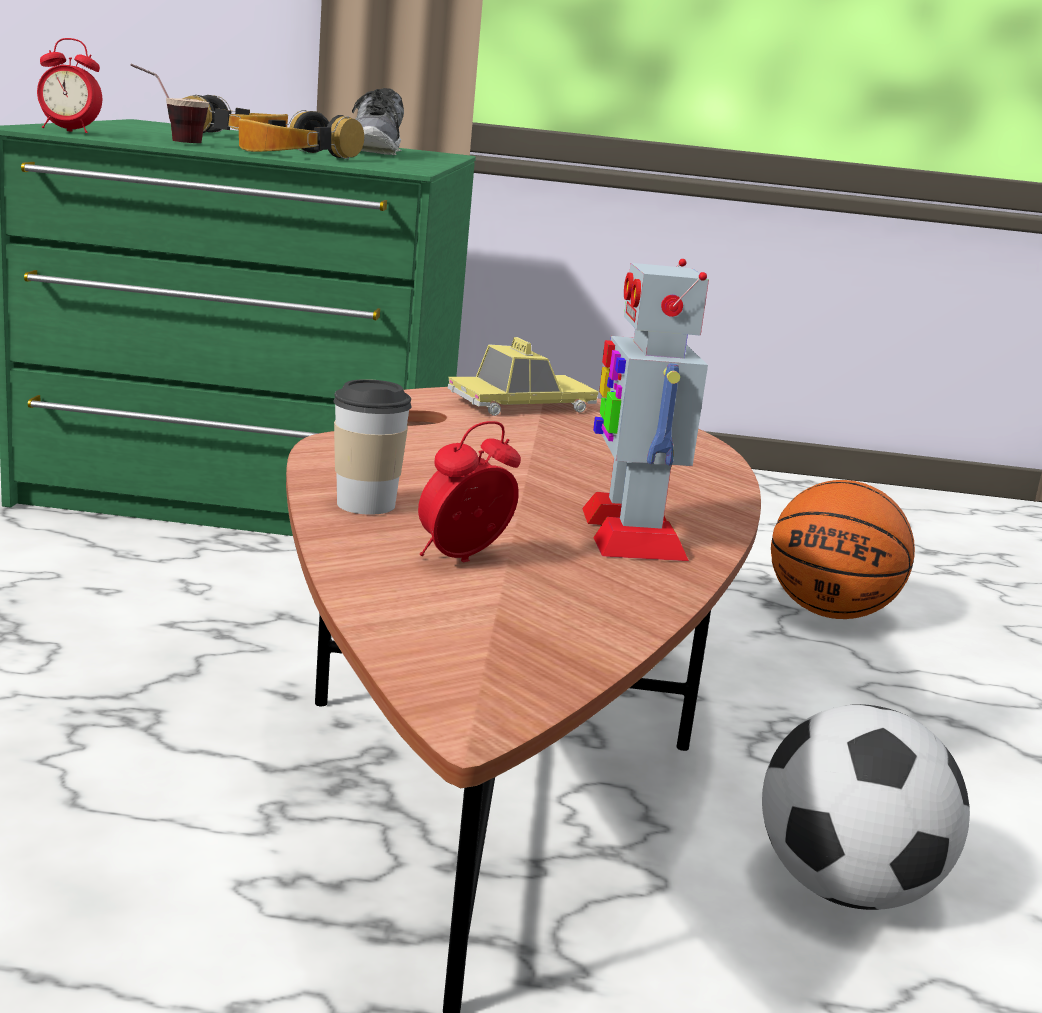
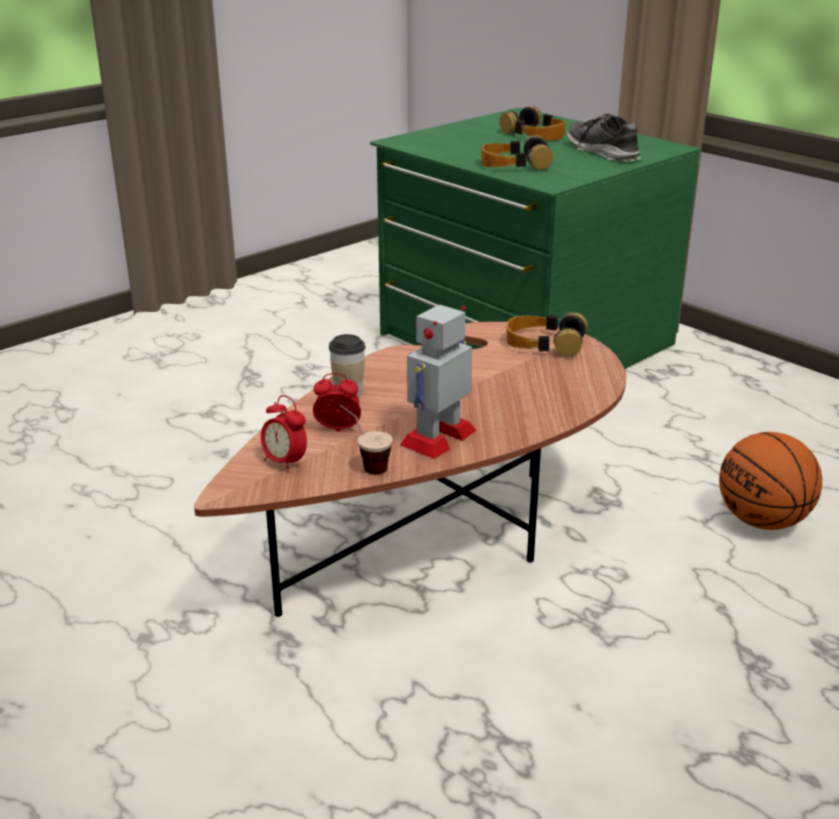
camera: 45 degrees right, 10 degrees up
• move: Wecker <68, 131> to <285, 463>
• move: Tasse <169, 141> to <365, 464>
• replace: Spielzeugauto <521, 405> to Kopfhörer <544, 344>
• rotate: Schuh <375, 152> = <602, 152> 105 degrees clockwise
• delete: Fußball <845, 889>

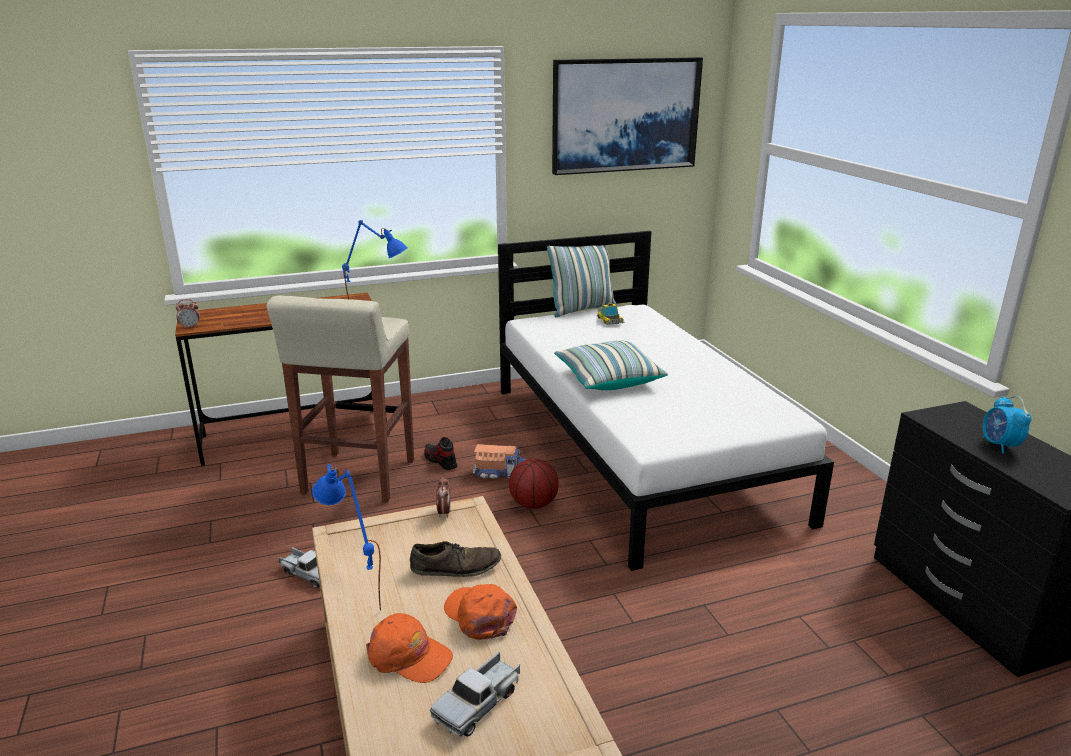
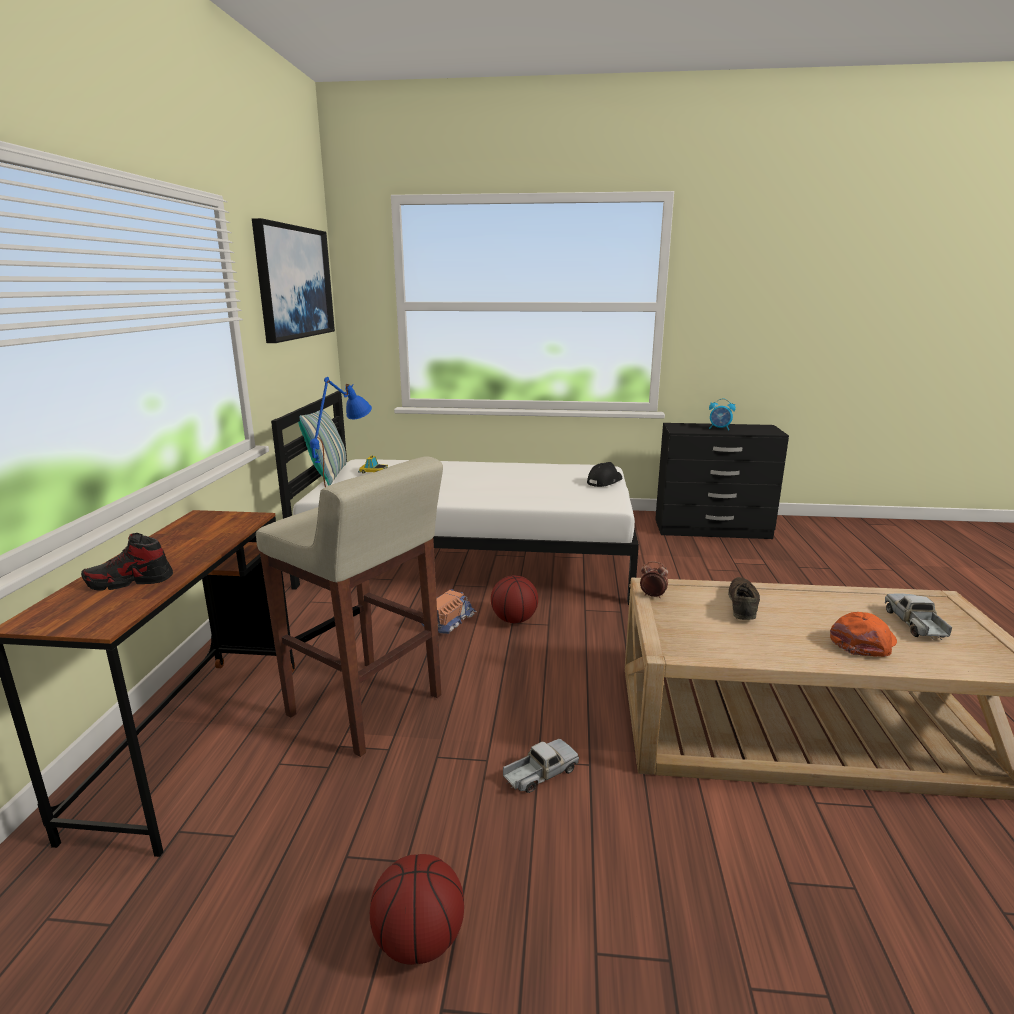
camera: 65 degrees left, 5 degrees down
• move: Schuh <440, 461> to <130, 582>
• insert: Basketball <420, 941>
• insert: Kappe/schwarz <604, 481>
• rotate: Spielzeuglaster <478, 703> = <915, 624> 150 degrees counterclockwise
• delete: Wecker <190, 327>
• delete: Tischlampe/blau <354, 596>
• delete: Kappe/orange <479, 615>
• delete: Kissen <608, 379>

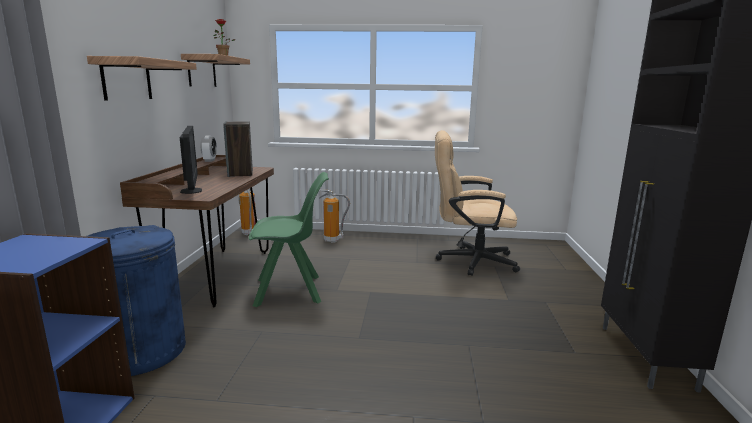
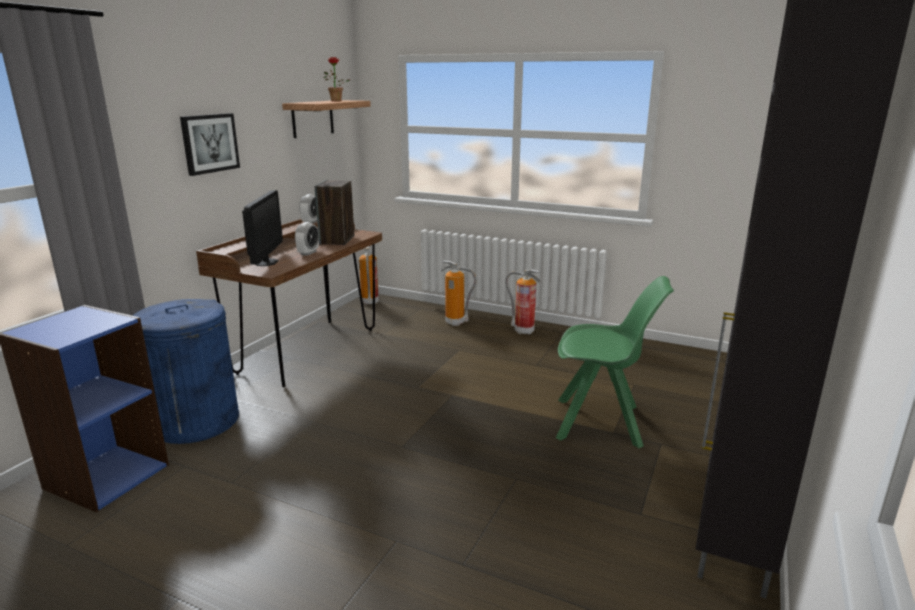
camera: 20 degrees right, 5 degrees up
• replace: Wandregal <127, 79> to Bild <209, 143>
• insert: Wecker <308, 253>
• insert: Feuerlöscher <523, 331>
• move: Stuhl/grün <291, 291> to <601, 423>
• delete: Bürostuhl/beige <469, 261>

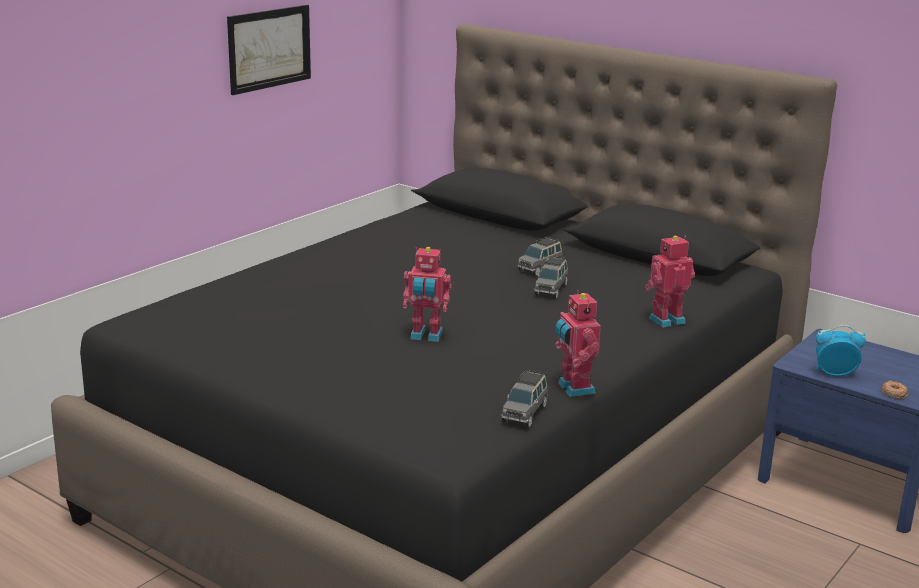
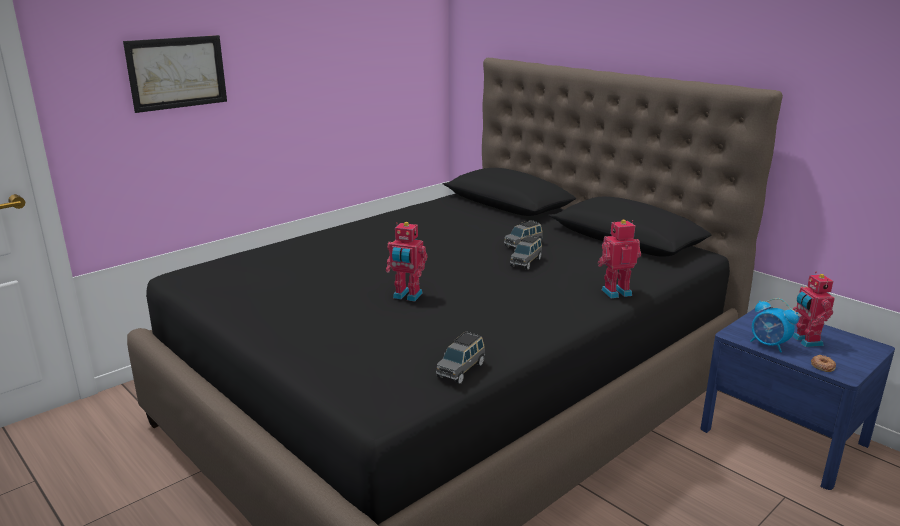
camera: 10 degrees right, 0 degrees up
• move: Bild <269, 48> to <177, 72>
• rotate: Wecker <834, 374> = <769, 345> 150 degrees counterclockwise
• move: Spielzeugroboter <574, 388> to <805, 341>

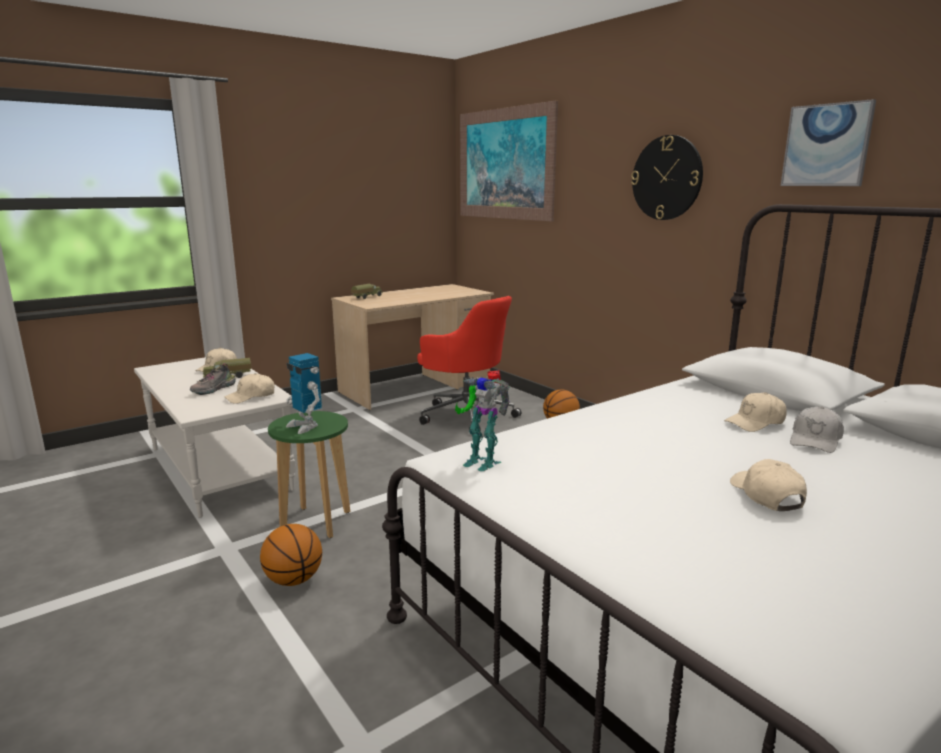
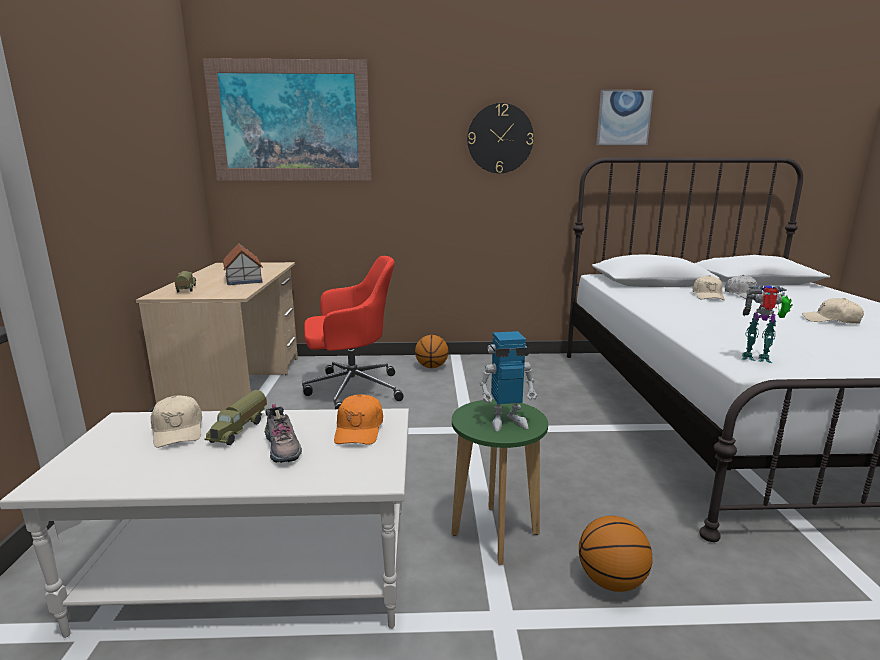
camera: 55 degrees left, 0 degrees up
• insert: Spielzeughaus <243, 279>
• recolor: Kappe/beige <251, 397> to Kappe/orange <359, 430>
• rotate: Spielzeugroboter <482, 461> = <757, 359> 135 degrees counterclockwise

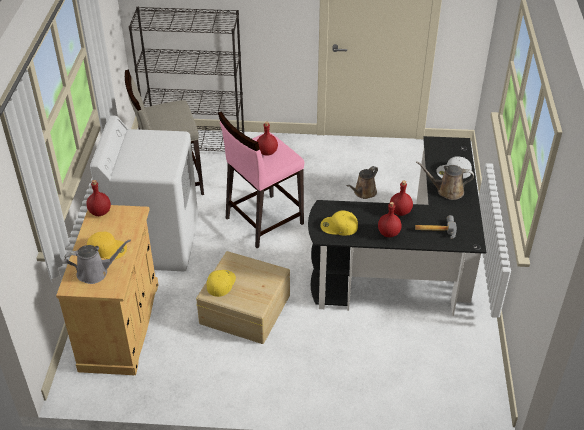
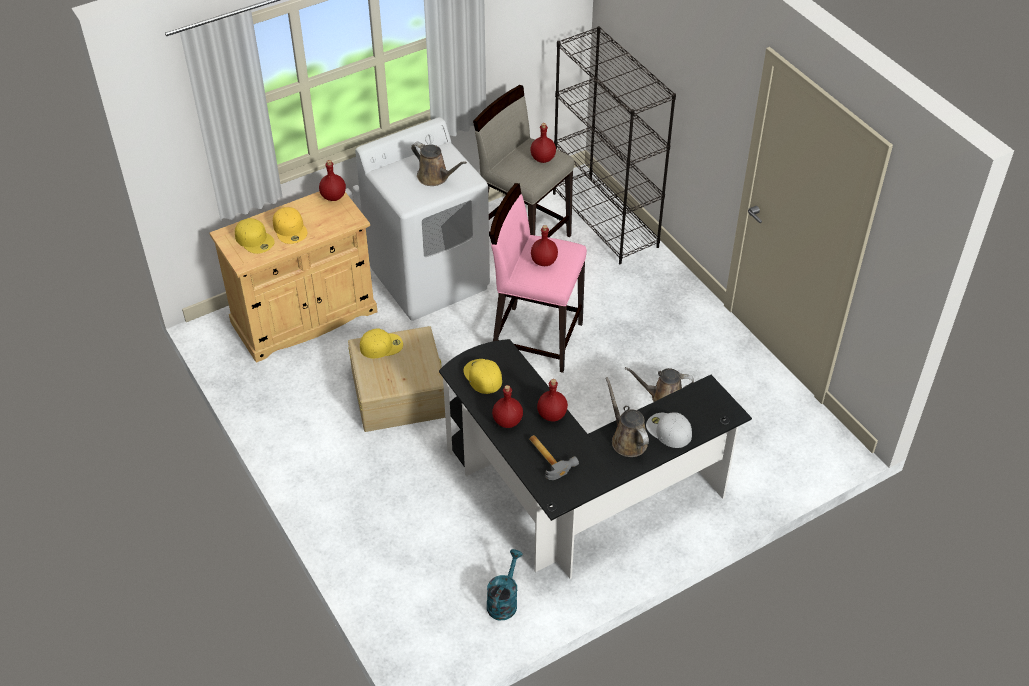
camera: 55 degrees right, 5 degrees up
• replace: Gießkanne/grau <95, 272> to Kappe/gelb <255, 239>
• insert: Gießkanne/braun <435, 177>
• insert: Gießkanne/türkis <504, 600>
• insert: Flasche/rot <543, 159>

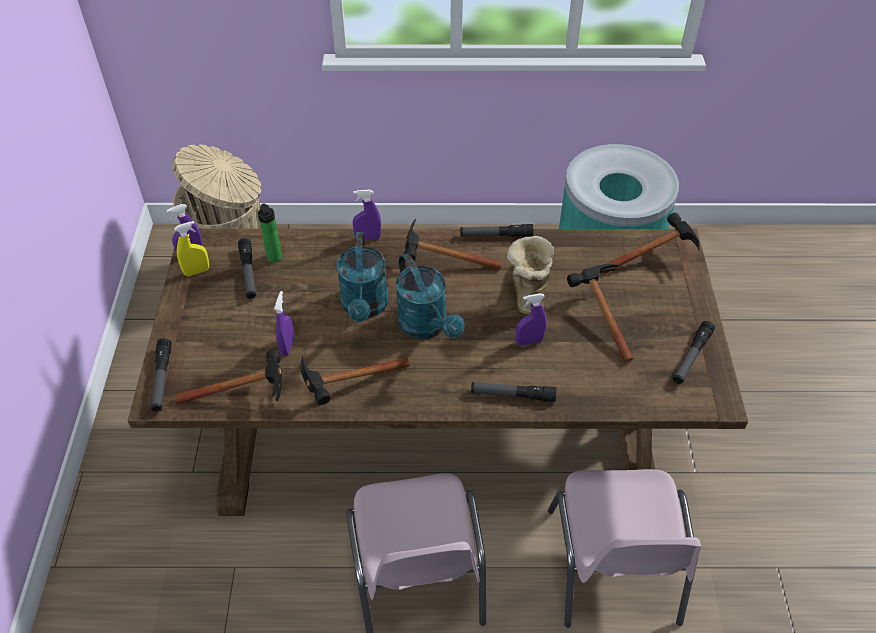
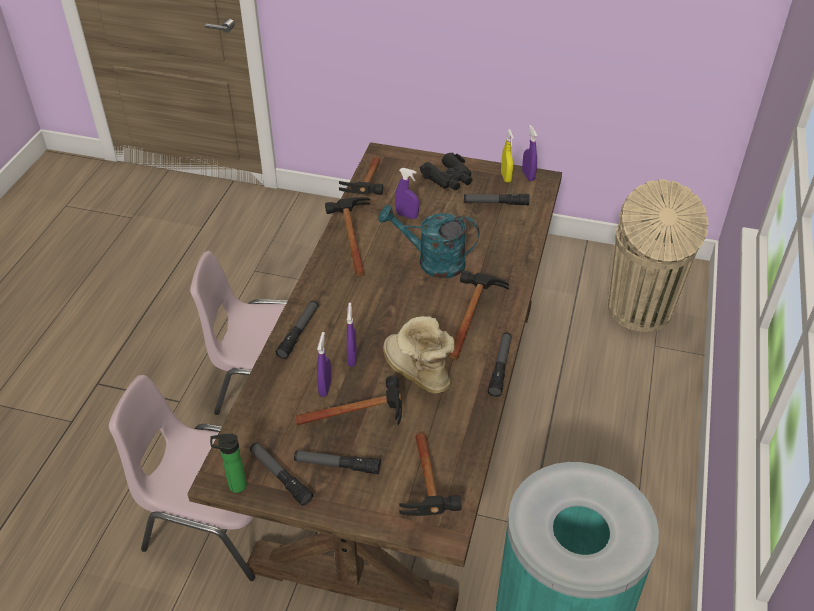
camera: 105 degrees right, 5 degrees down
• move: Flasche <275, 259> to <234, 486>
• move: Taschenlampe <162, 379> to <337, 465>
• move: Sprühflasche/lila <368, 238> to <325, 387>
• rotate: Stiefel <528, 290> = <416, 373> 150 degrees counterclockwise
• insert: Fernglas/schwarz <449, 178>
• delete: Gießkanne/türkis <427, 326>

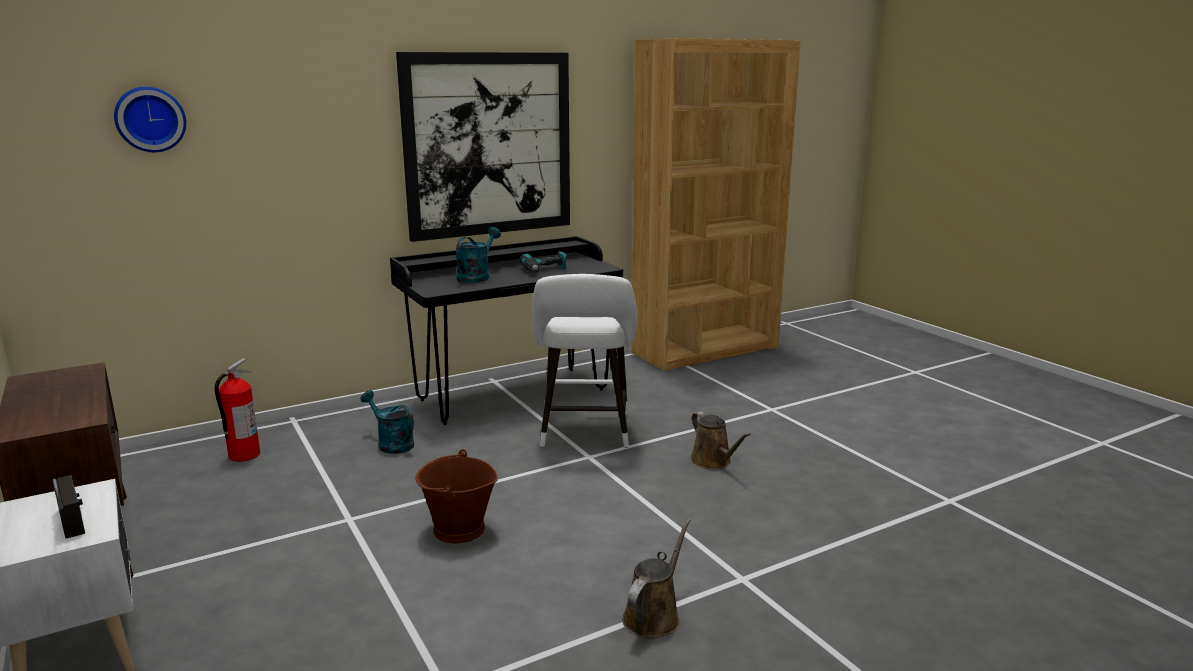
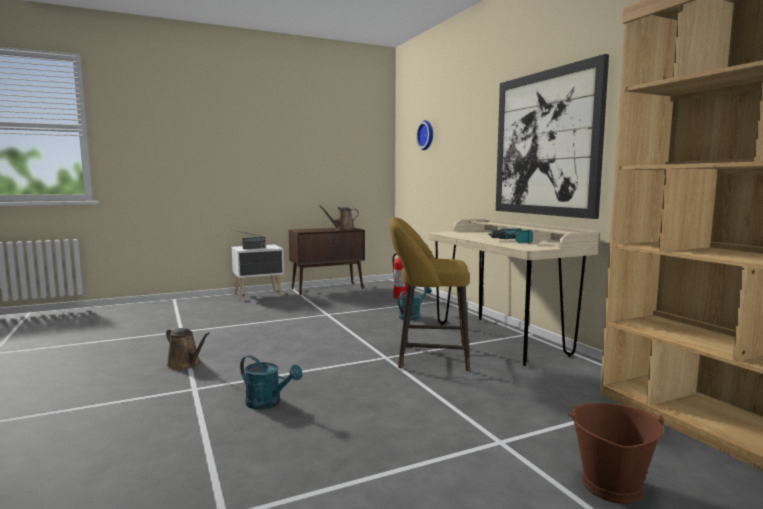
camera: 95 degrees right, 10 degrees down
• move: Gießkanne/türkis <476, 276> to <268, 403>
• move: Gießkanne/braun <713, 461> to <343, 229>
• recolor: Hocker/weiß <585, 433> to Hocker/gelb <428, 357>
• recolor: Schreibtisch/schwarz <512, 394> to Schreibtisch/beige <500, 339>
• move: Eimer/braun <458, 530> to <610, 485>

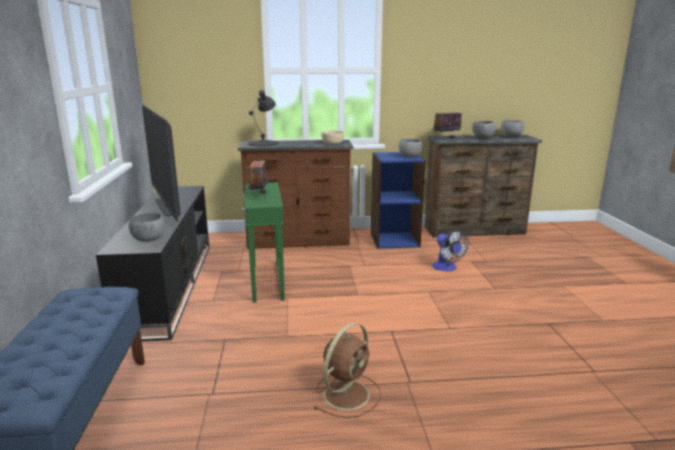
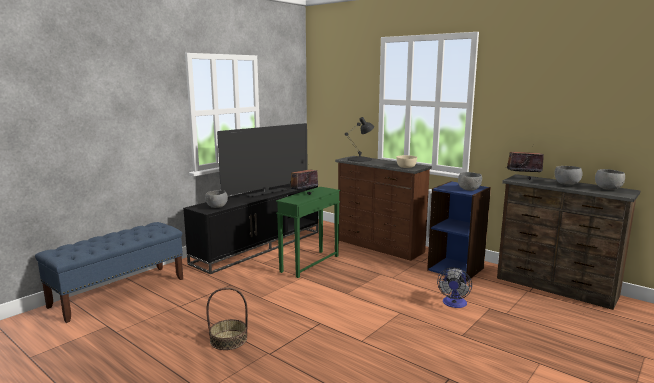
camera: 45 degrees right, 5 degrees down
• replace: Ventilator/braun <347, 393> to Korb <228, 340>
• rotate: Fernseher <166, 207> = <266, 192> 150 degrees counterclockwise

